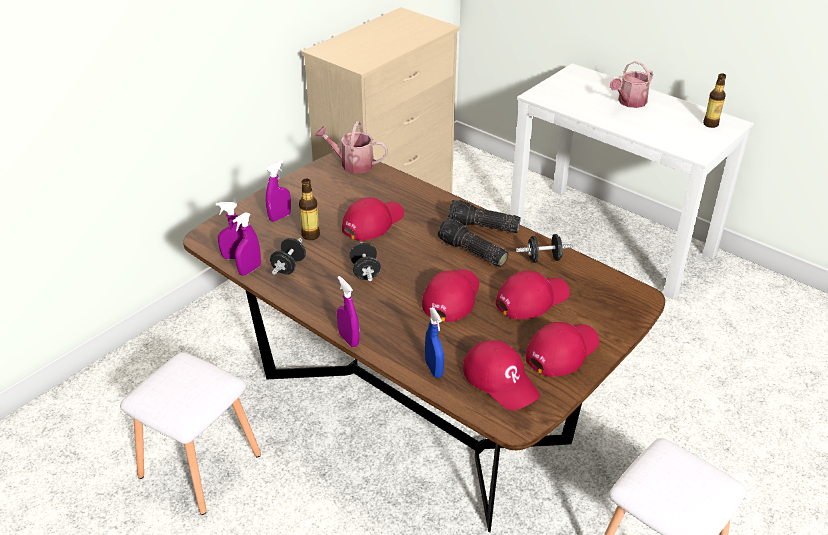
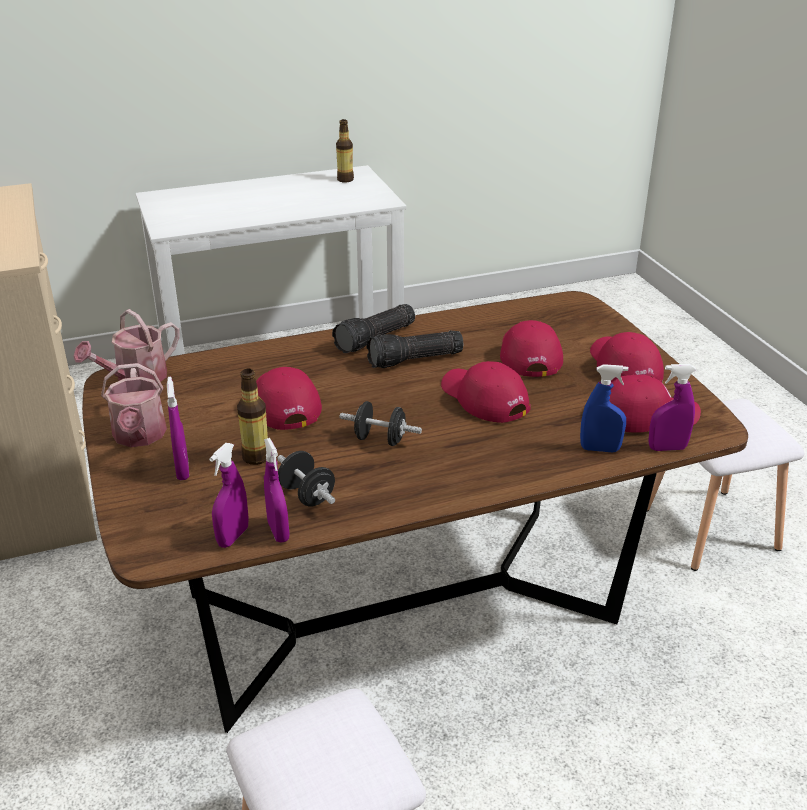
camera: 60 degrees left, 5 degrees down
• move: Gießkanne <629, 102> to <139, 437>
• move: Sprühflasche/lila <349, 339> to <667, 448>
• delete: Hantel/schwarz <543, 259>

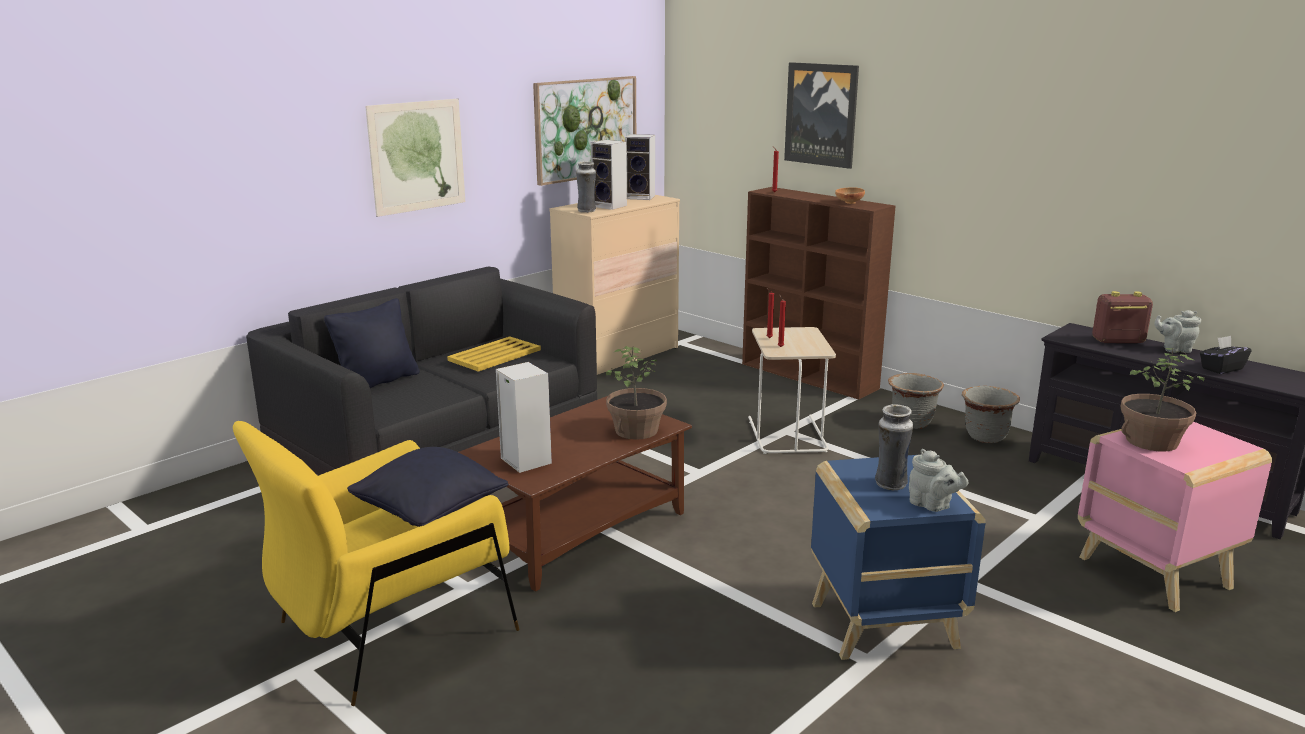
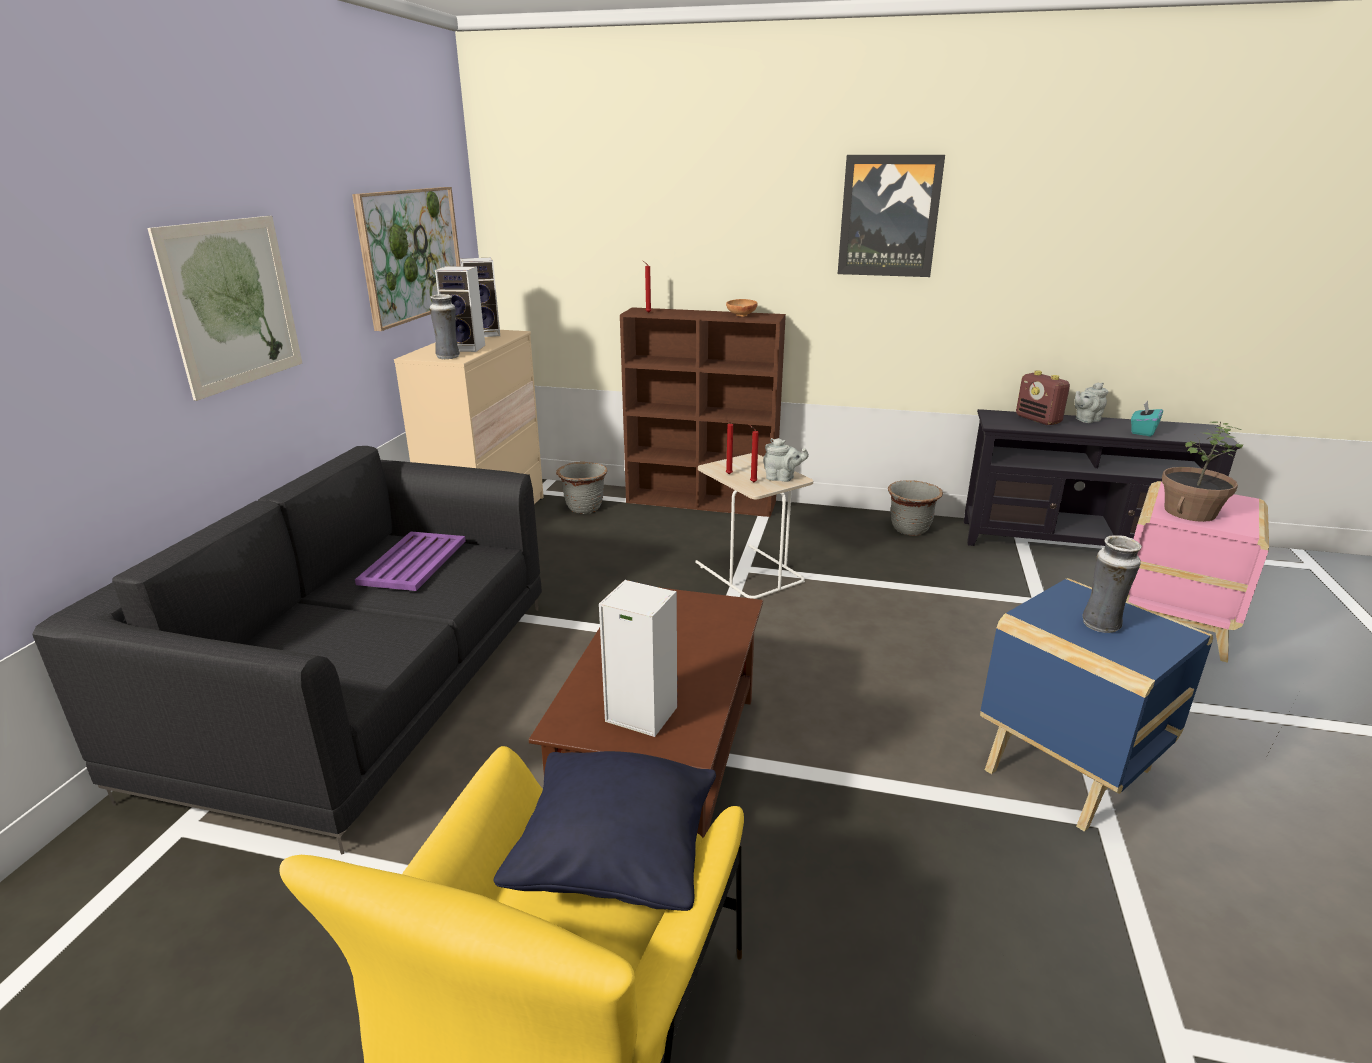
camera: 30 degrees left, 5 degrees up
• recolor: Tablett/gelb <495, 355> to Tablett/lila <414, 561>
• move: Pflanzkübel/grau <911, 422> to <584, 508>
• move: Teekanne/grau <932, 505> to <782, 478>
• move: Bild <821, 114> to <889, 216>
• rotate: Radio <1117, 341> = <1038, 420> 90 degrees counterclockwise
• recolor: Taschentuchbox/schwarz <1221, 369> to Taschentuchbox/türkis <1142, 431>
• delete: Kissen/schwarz <377, 382>
• delete: Topfpflanze <637, 431>

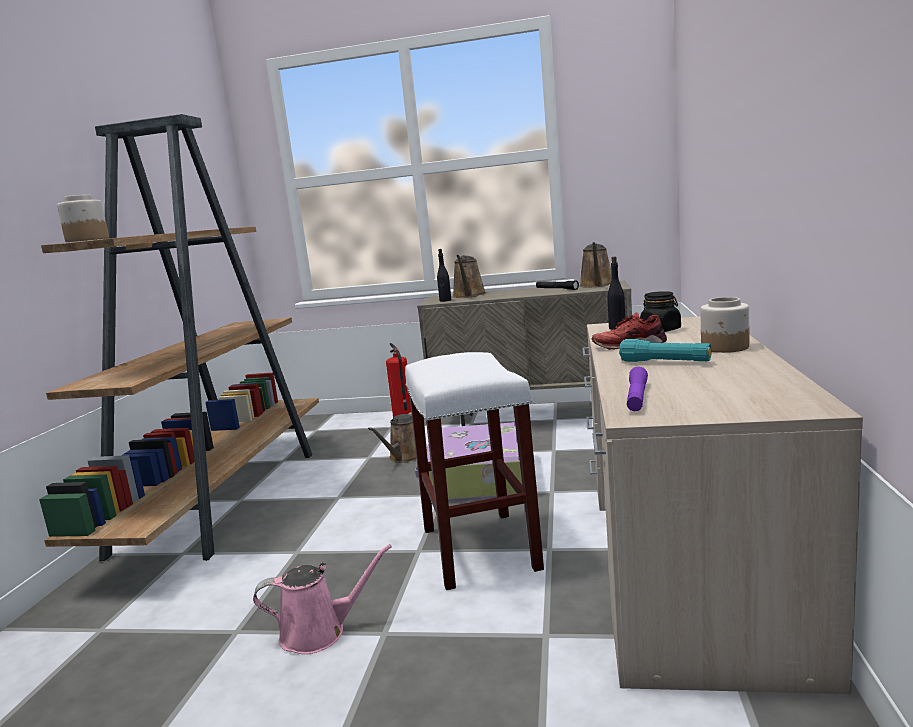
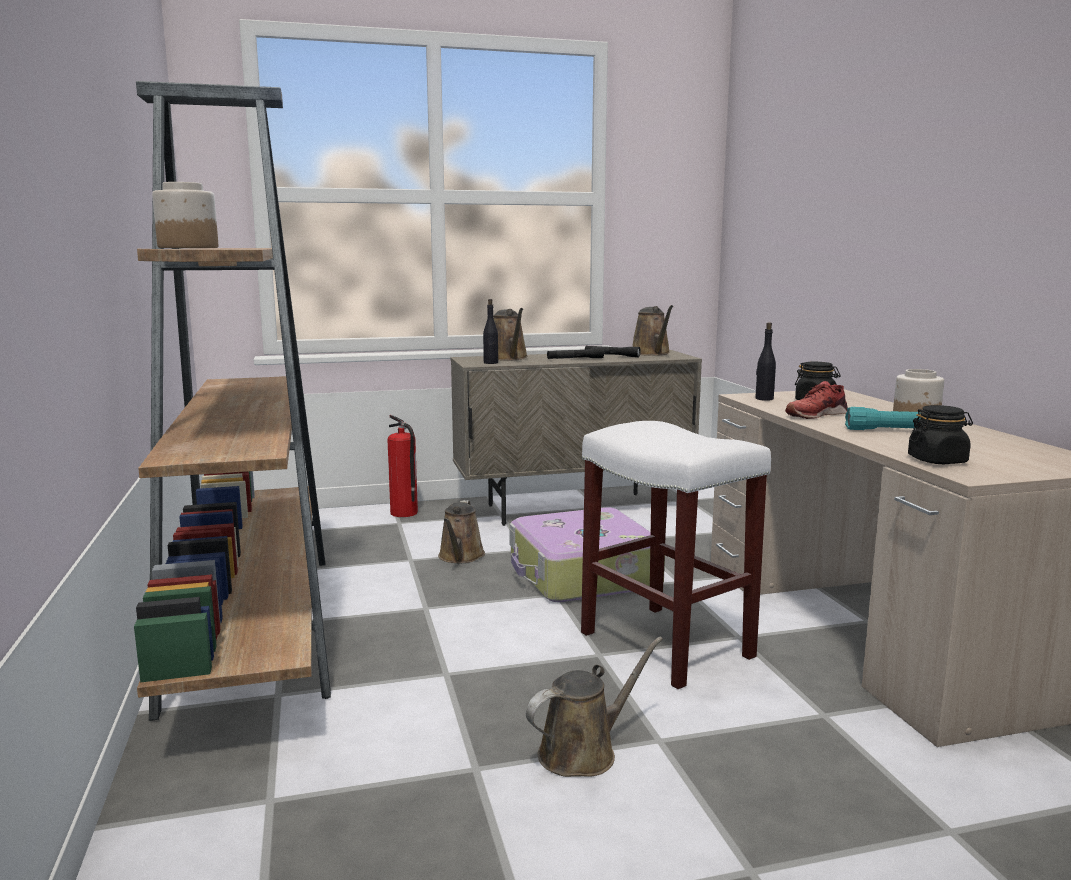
camera: 25 degrees left, 0 degrees up
• recolor: Gießkanne/rosa <319, 632> to Gießkanne/braun <583, 752>
• insert: Taschenlampe/schwarz <575, 359>
• replace: Taschenlampe/lila <637, 397> to Vorratsglas/schwarz <937, 460>

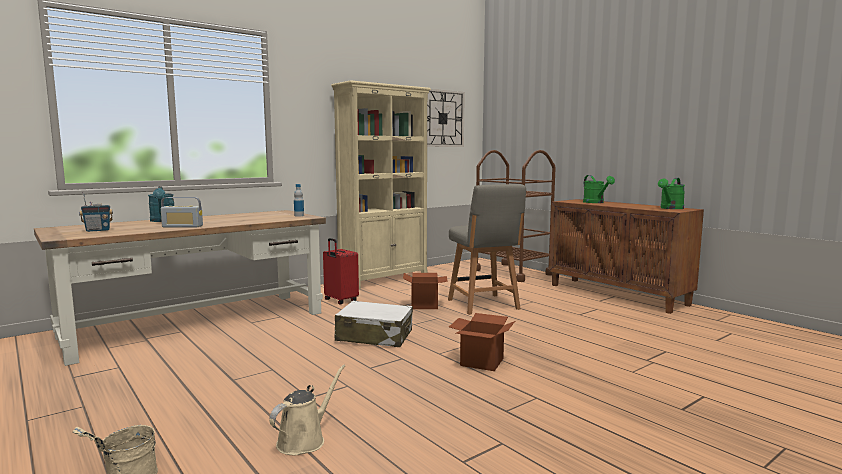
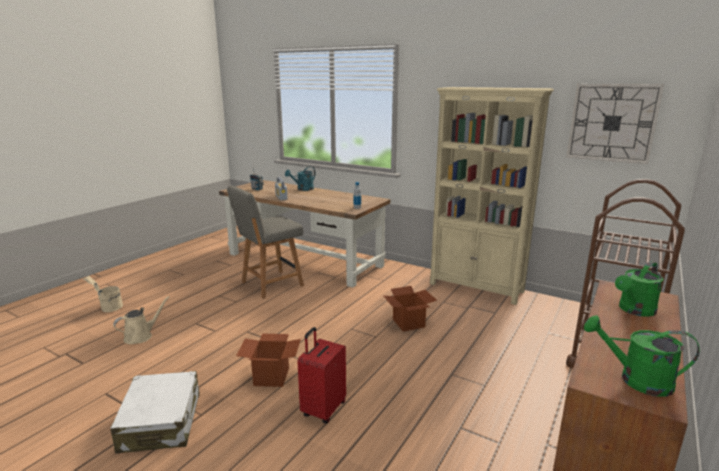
camera: 70 degrees right, 10 degrees up
• move: Koffer/weiß <374, 336> to <161, 422>
• rotate: Gießkanne/beige <304, 440> = <141, 336> 60 degrees counterclockwise
• move: Stuhl/grau <484, 305> to <270, 285>
• move: Koffer/rot <340, 301> to <323, 409>

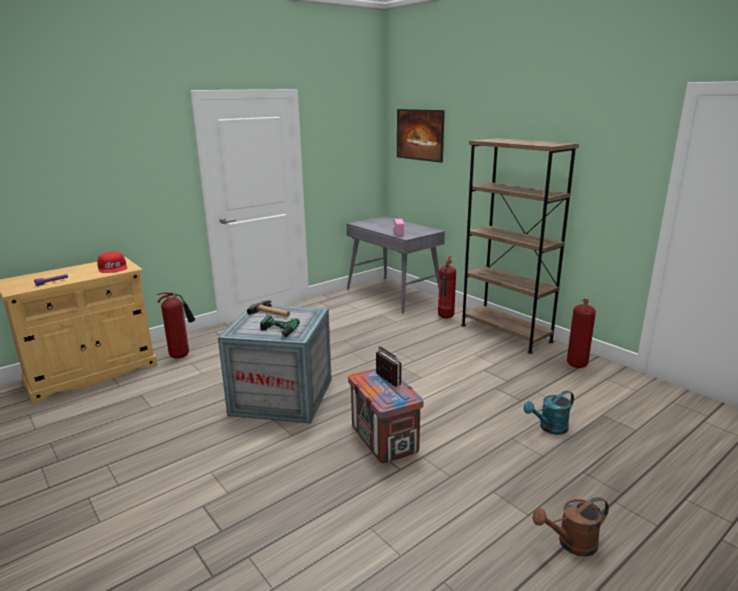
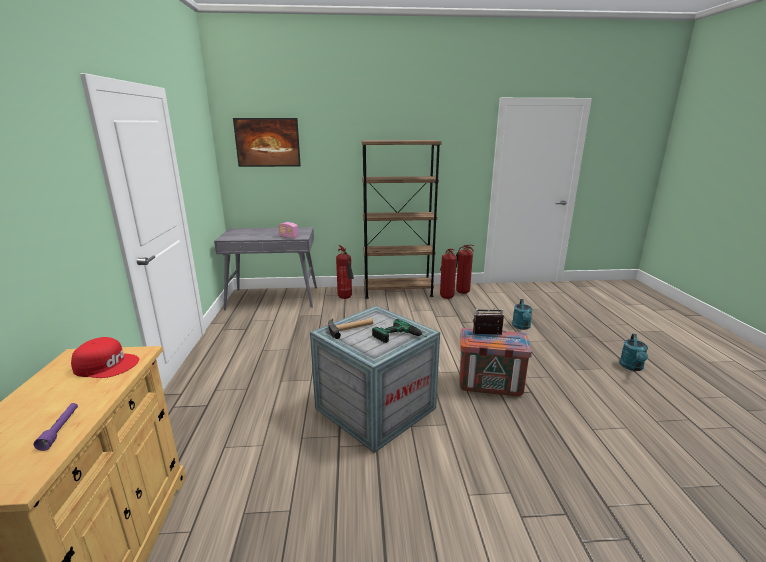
camera: 55 degrees left, 0 degrees up
• move: Feuerlöscher <181, 355> to <445, 296>
• recolor: Gießkanne/braun <571, 544> to Gießkanne/türkis <632, 367>

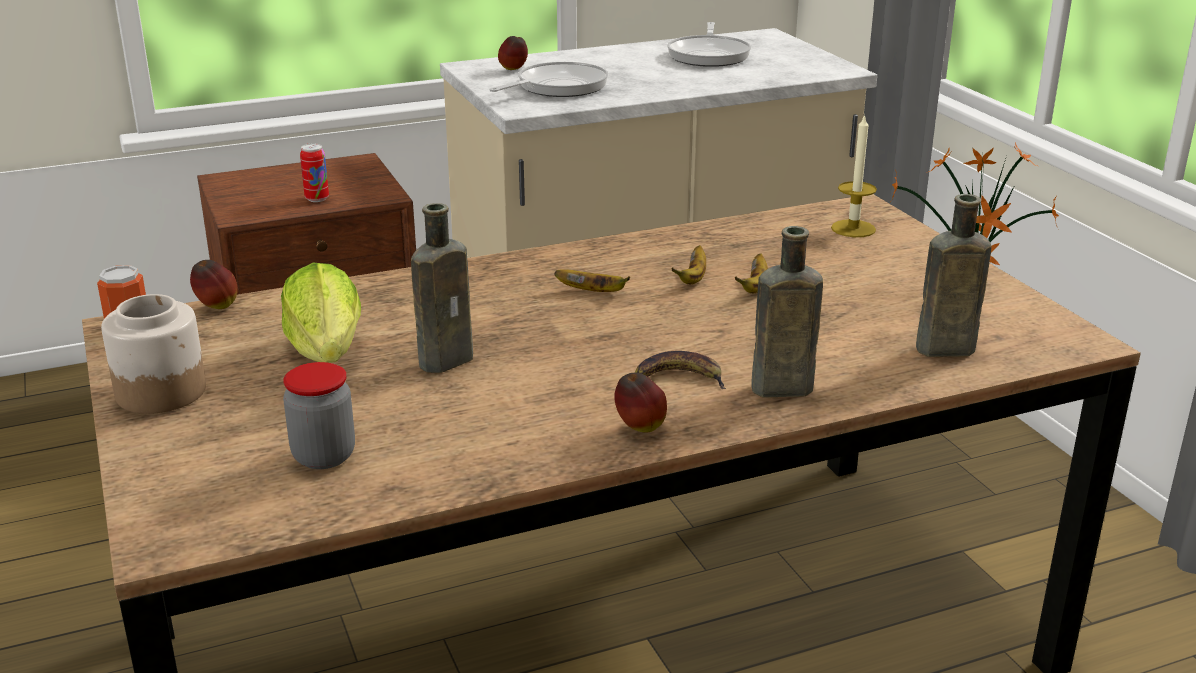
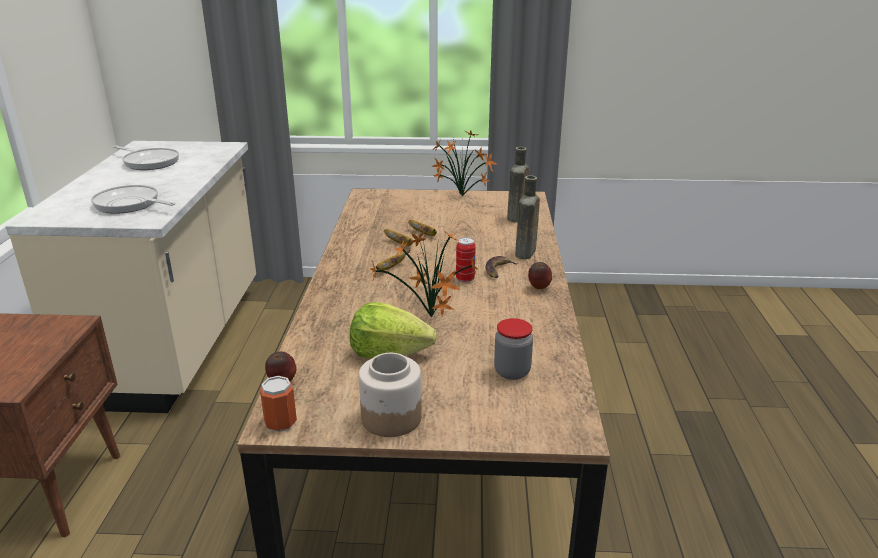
camera: 65 degrees left, 0 degrees up
• rotate: Pfanne <557, 87> = <130, 204> 45 degrees counterclockwise
• replace: Flasche/braun <449, 359> to Topfpflanze <431, 319>
• move: Dose <317, 199> to <465, 279>
• delete: Apfel <513, 70>
• delete: Kerze <853, 228>

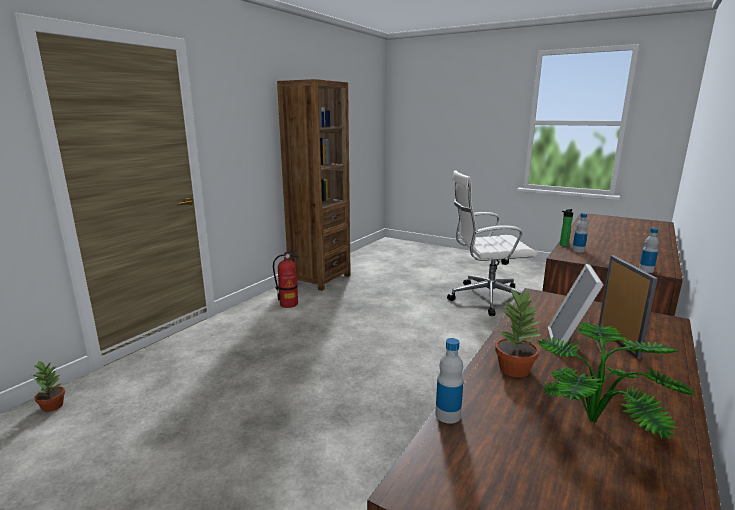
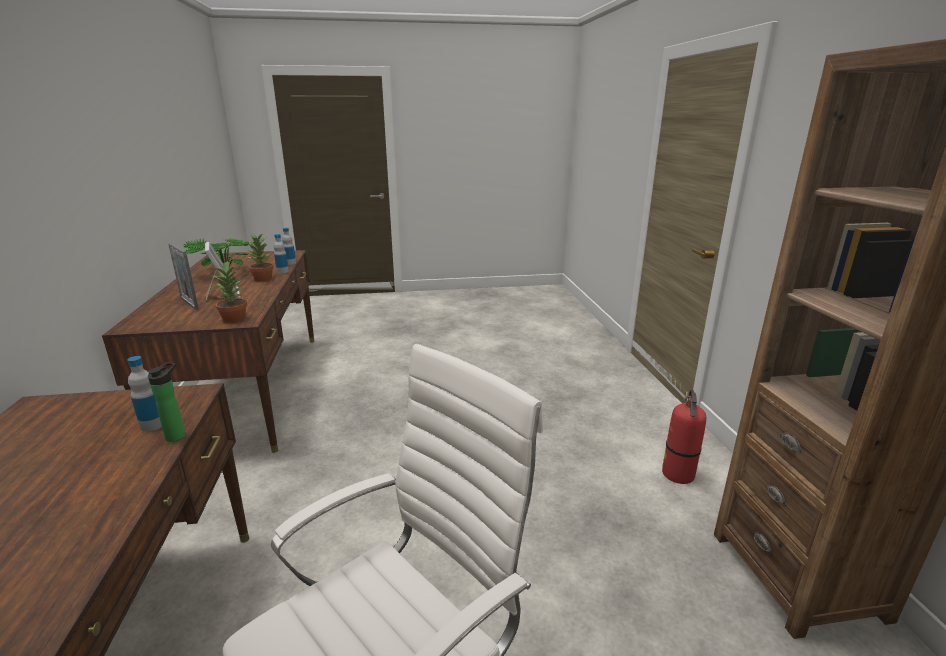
camera: 140 degrees right, 5 degrees up
• move: Topfpflanze <52, 406> to <235, 319>
• move: Flasche <646, 270> to <282, 271>

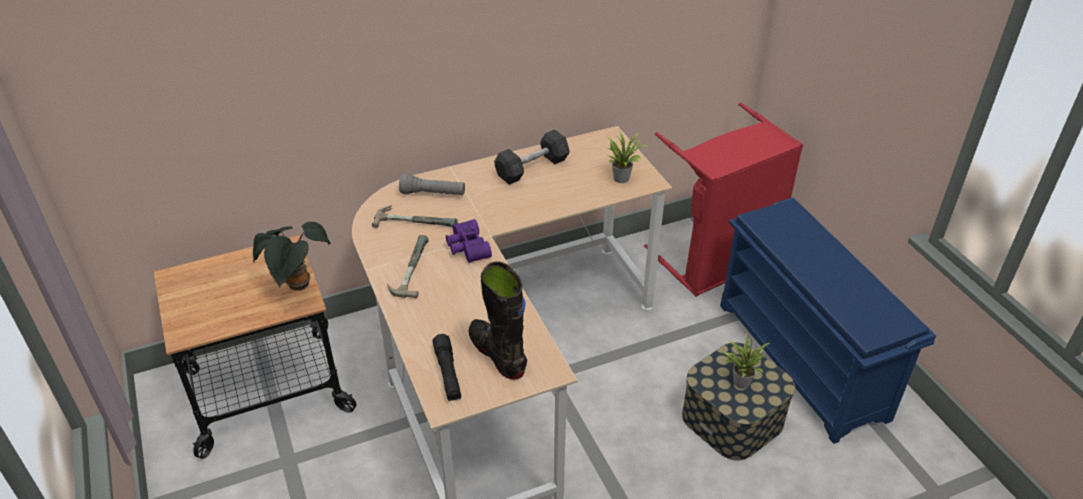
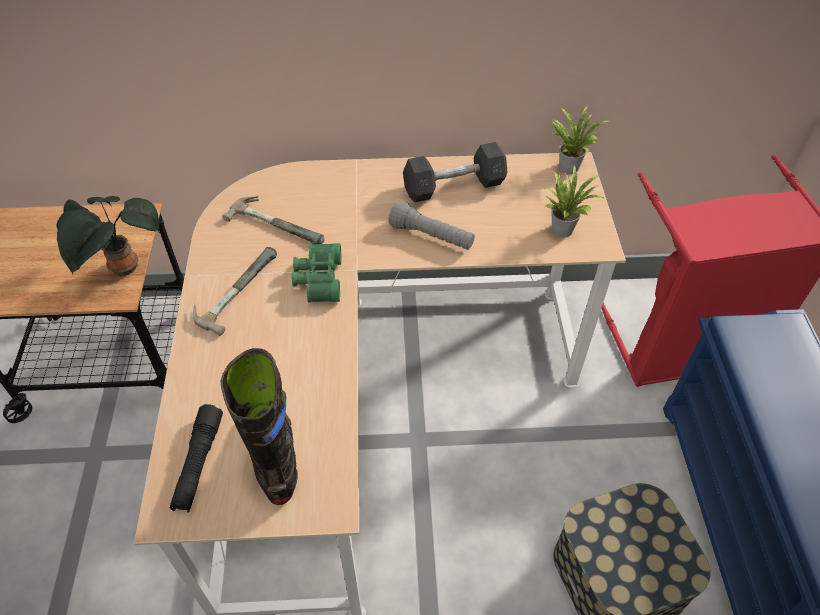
camera: 20 degrees right, 10 degrees up
• recolor: Fernglas/lila <466, 248> to Fernglas/grün <317, 279>
• move: Taschenlampe/grau <433, 194> to <431, 236>
• move: Topfpflanze <740, 381> to <567, 165>

